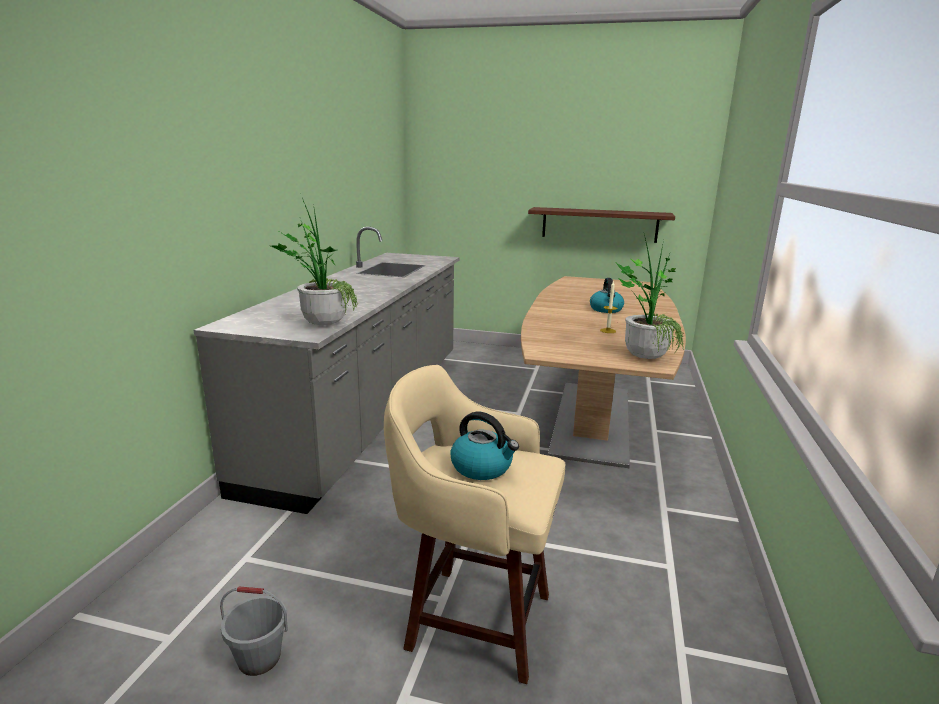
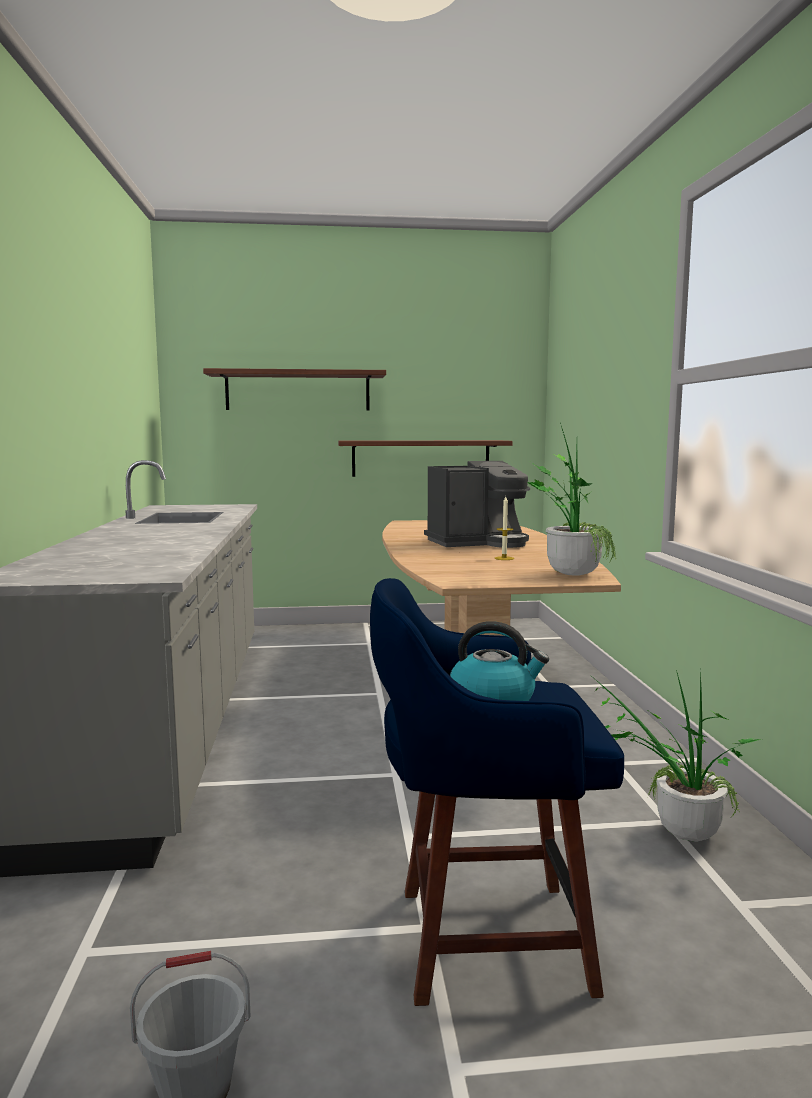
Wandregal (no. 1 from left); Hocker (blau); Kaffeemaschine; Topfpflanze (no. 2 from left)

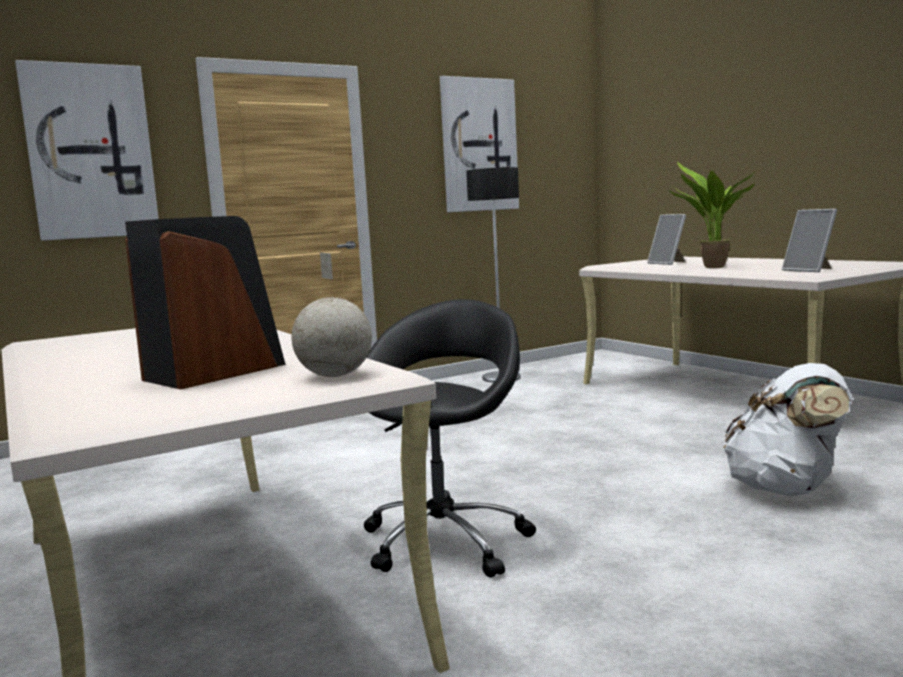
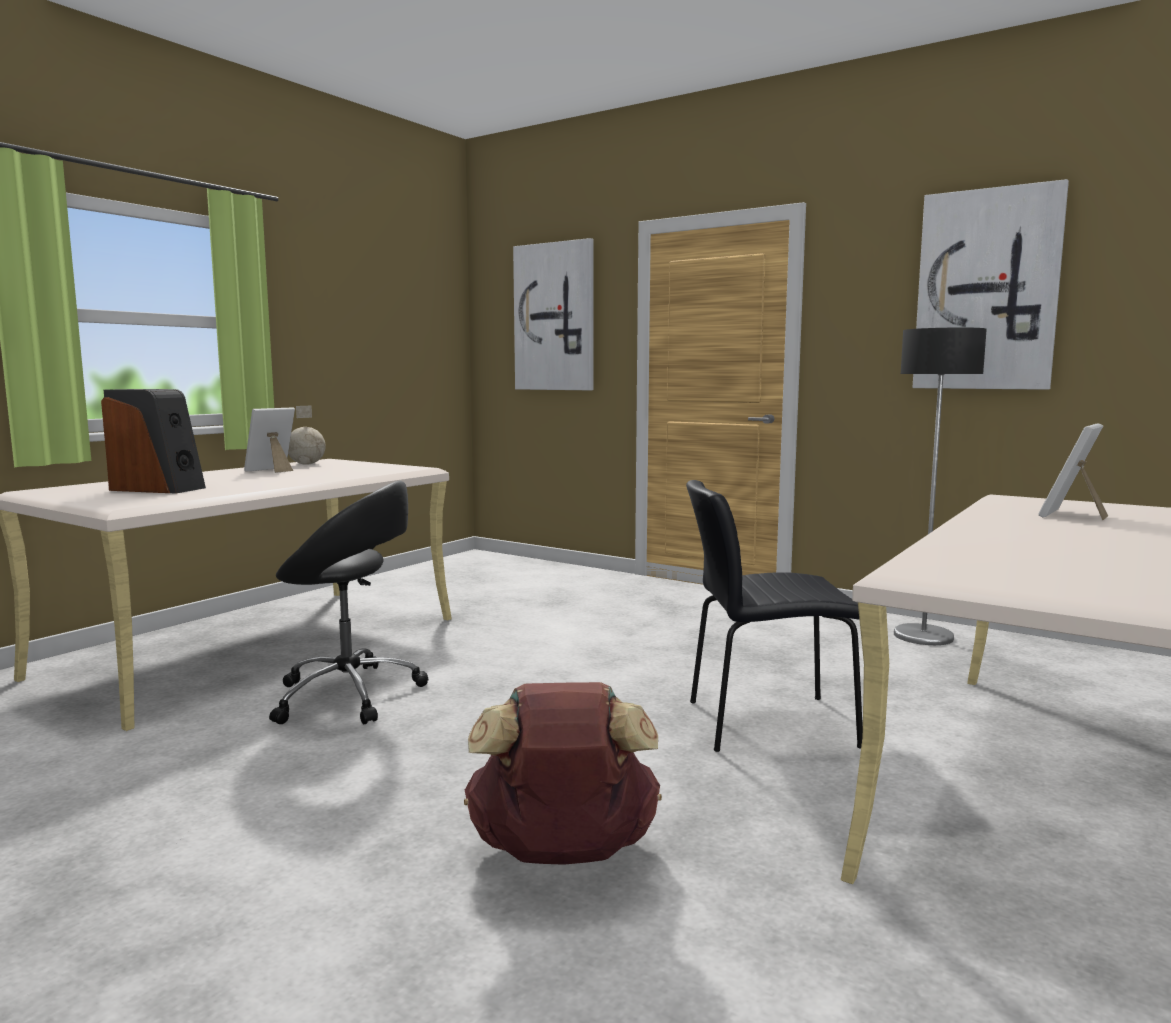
Bilderrahmen (no. 1 from left); Globus; Rucksack (braun); Stuhl (schwarz); Topfpflanze

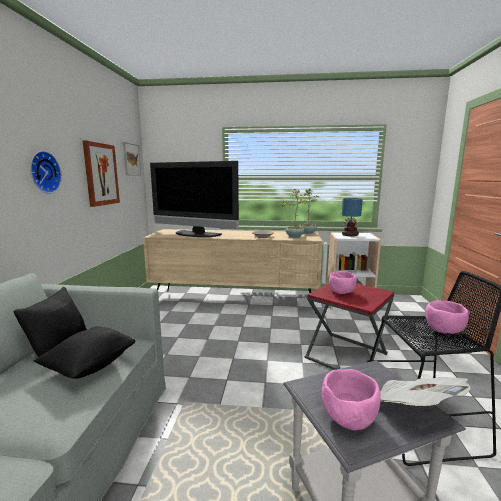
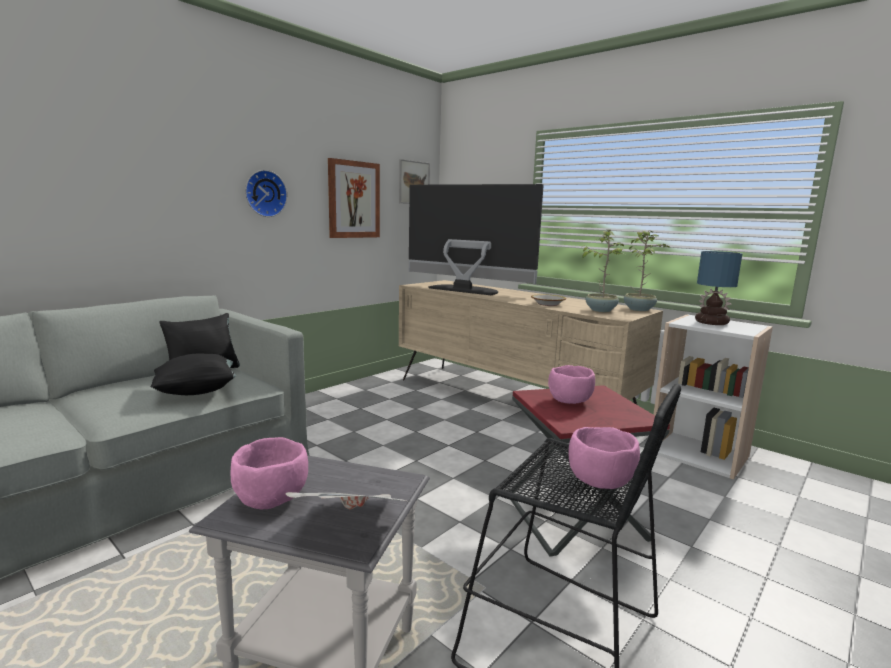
Fernseher

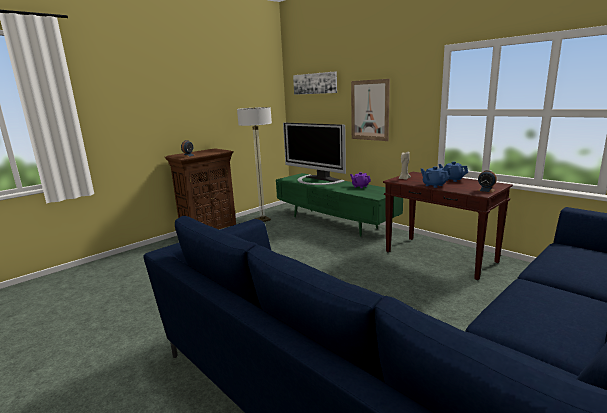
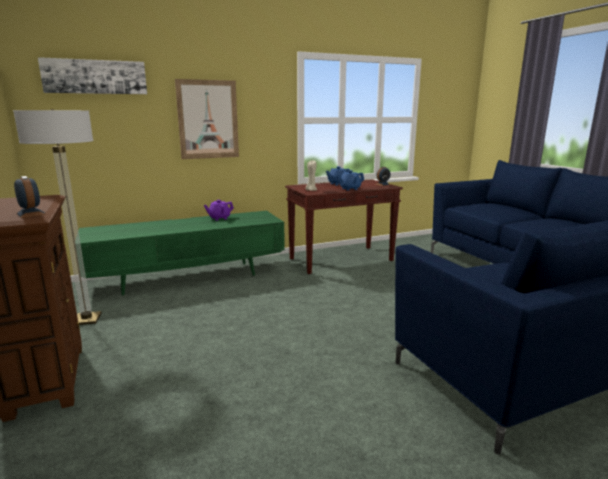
Fernseher

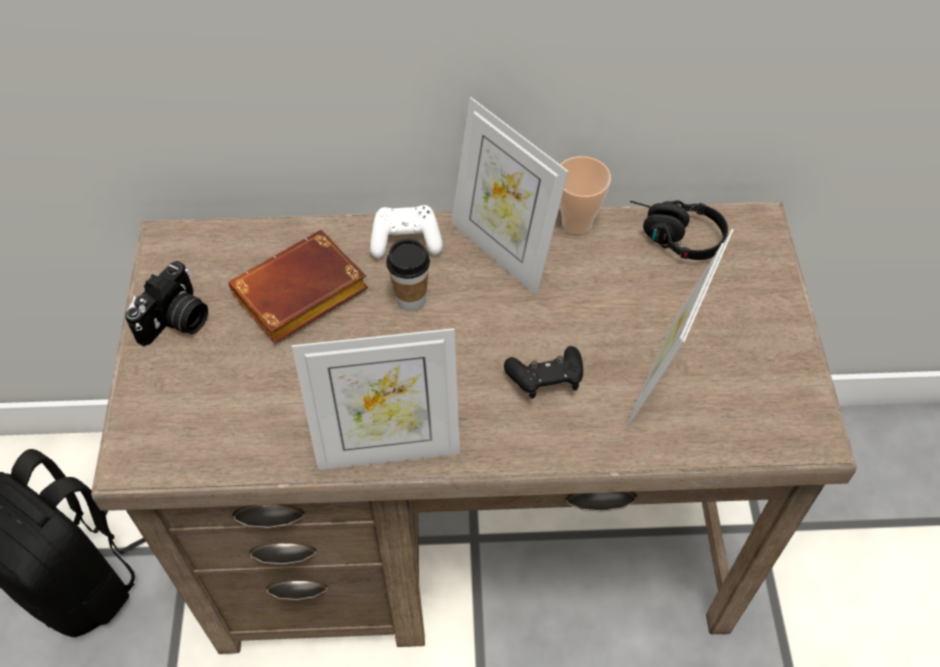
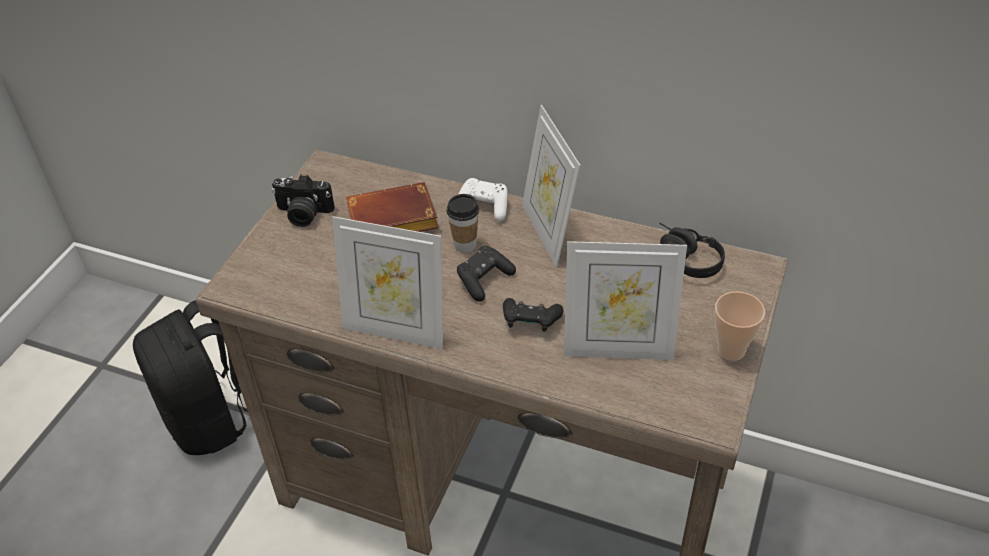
Kamera; Gamepad (schwarz) (no. 1 from left); Bilderrahmen (no. 3 from left); Tasse (no. 2 from left)

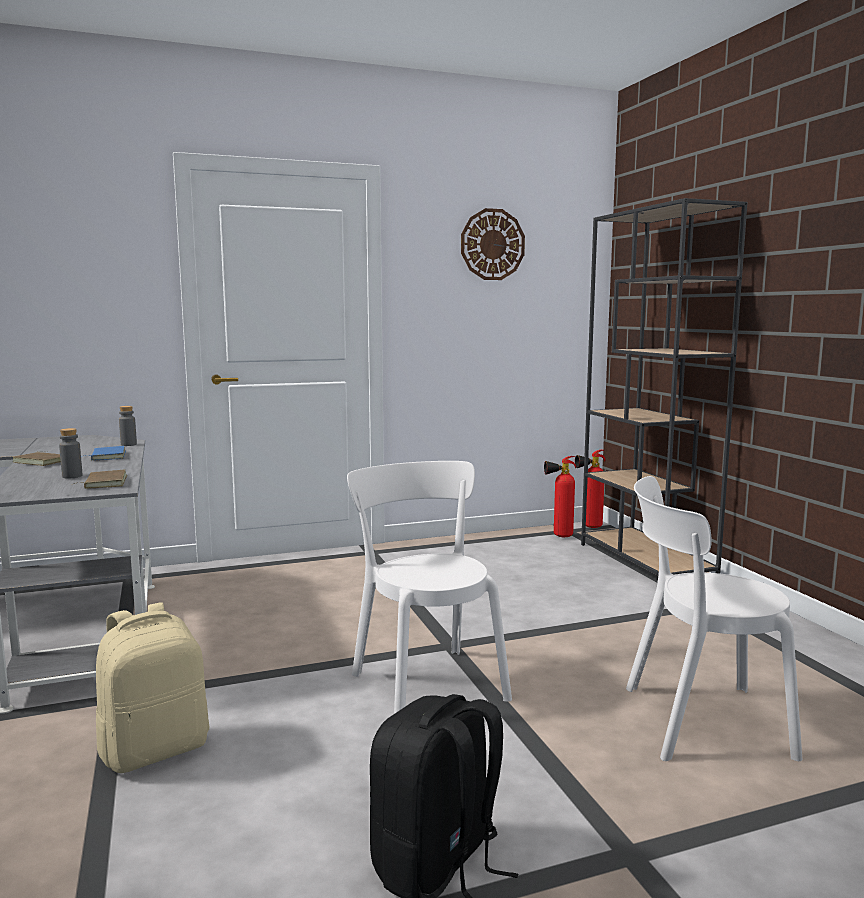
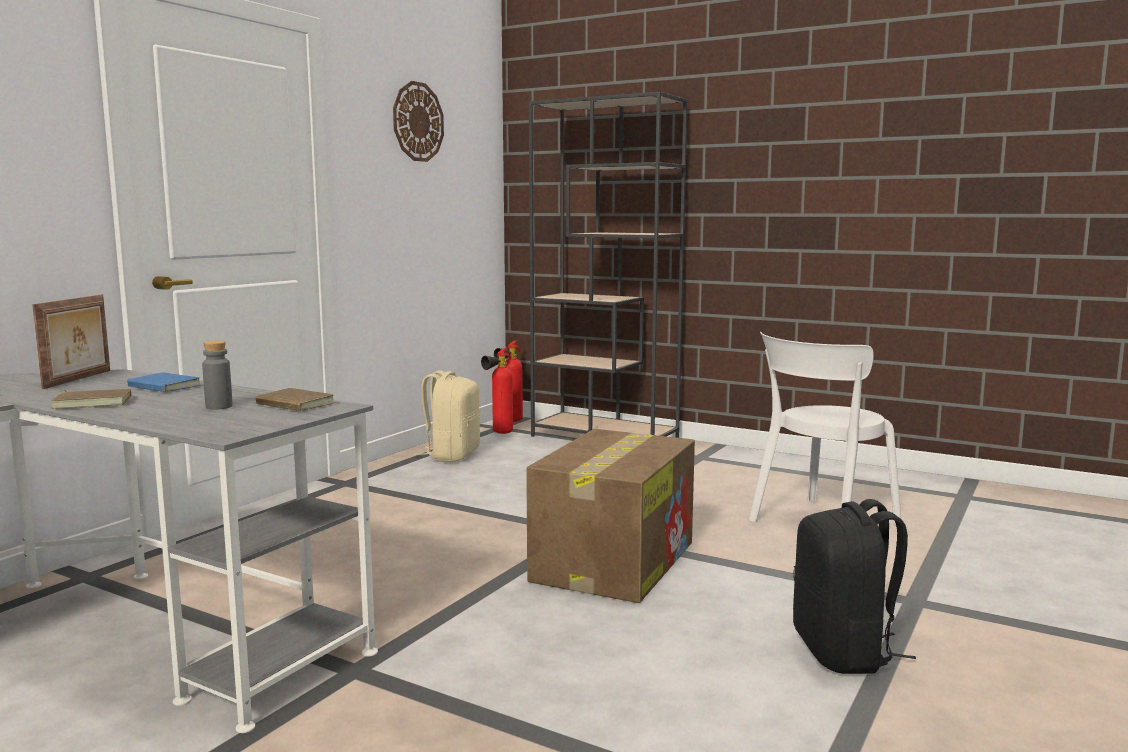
Bilderrahmen; Rucksack (beige); Karton; Flasche (grau) (no. 2 from left in the first image)

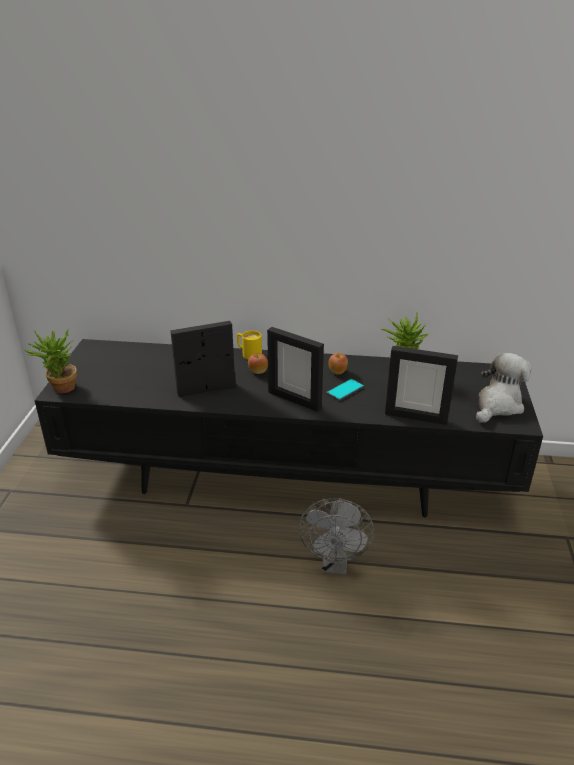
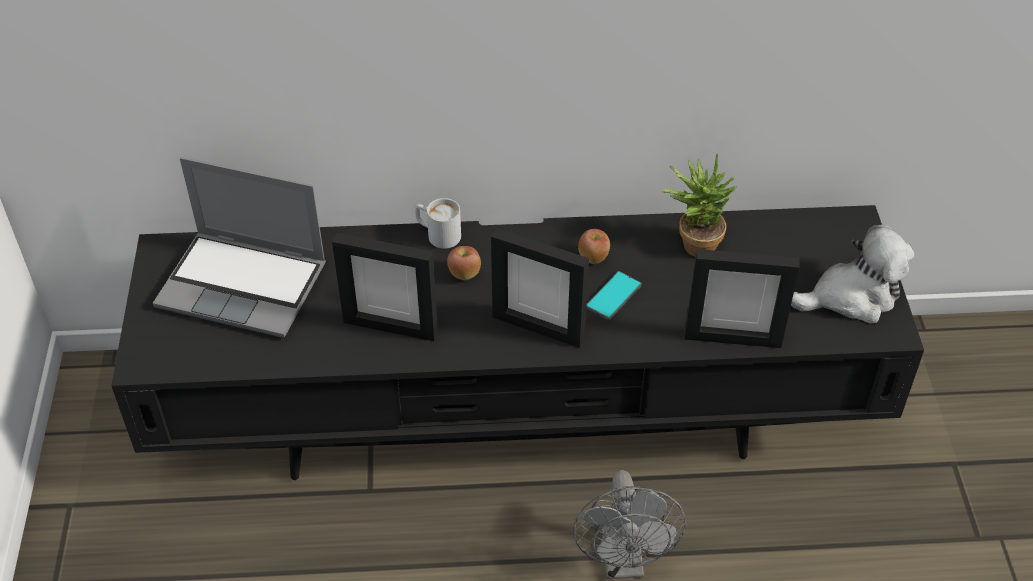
Laptop; Bilderrahmen (no. 1 from left); Henkelbecher (weiß); Plüschtier; Topfpflanze (no. 1 from left in the first image)

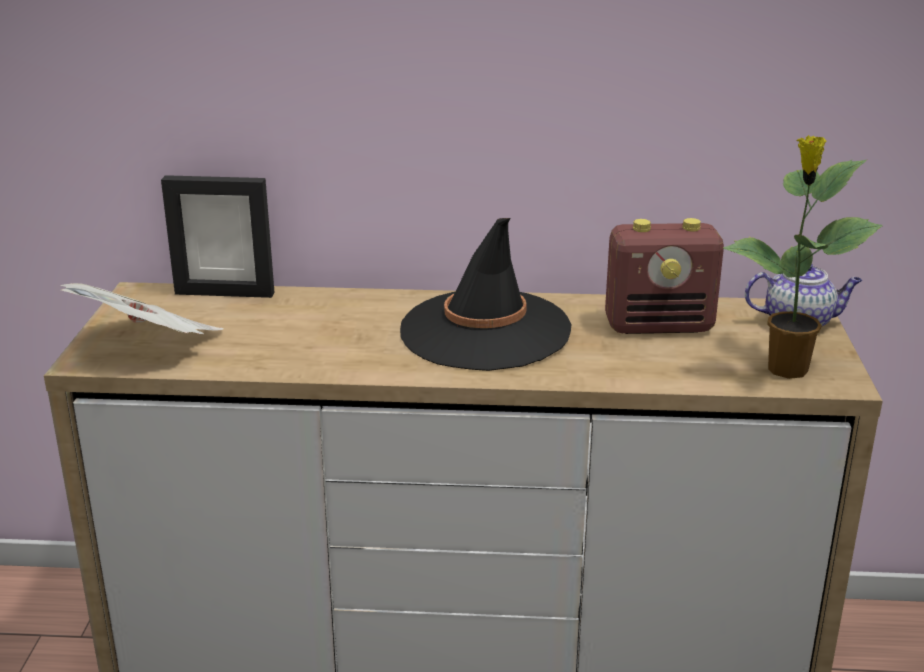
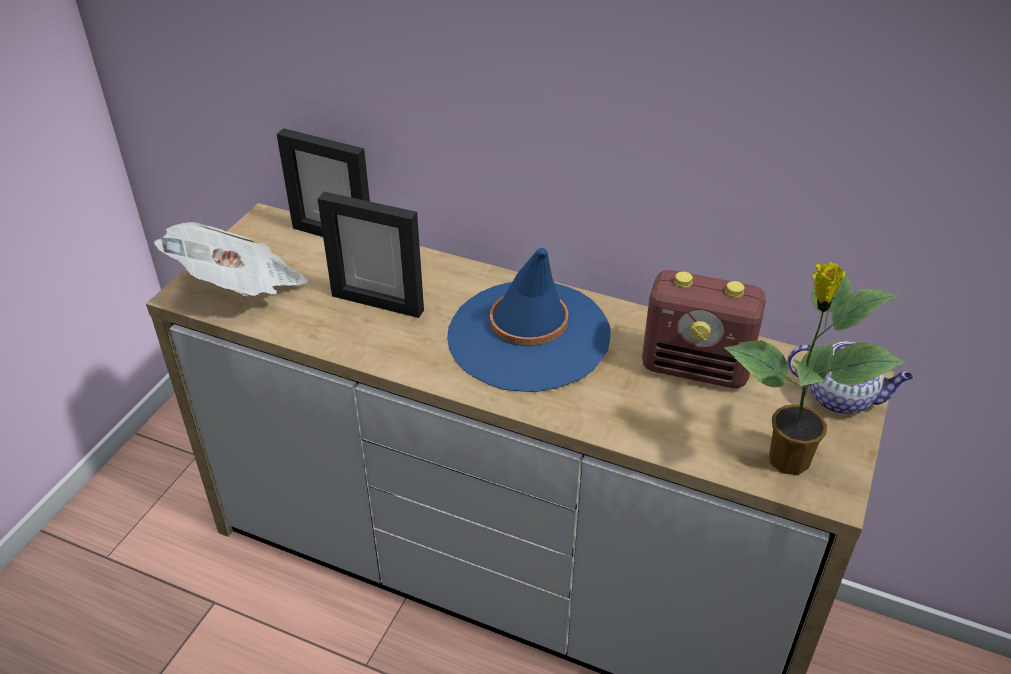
Bilderrahmen (no. 2 from left); Hut (blau)

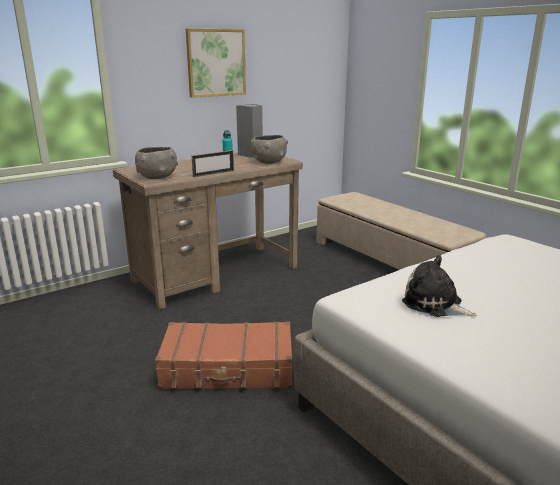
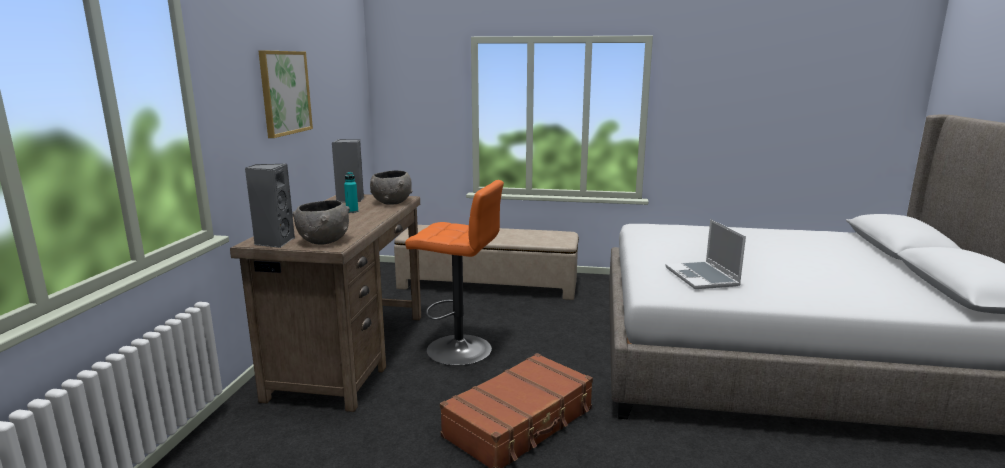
Lautsprecher (grau) (no. 1 from left); Hocker (orange); Laptop; Bilderrahmen

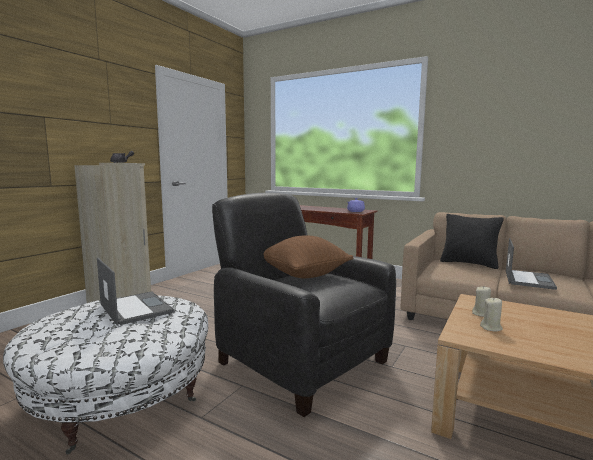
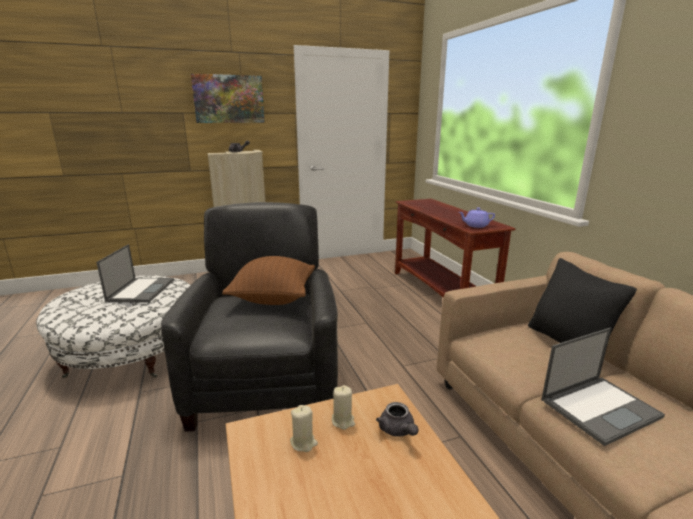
Bild; Teekanne (grau) (no. 2 from left)

